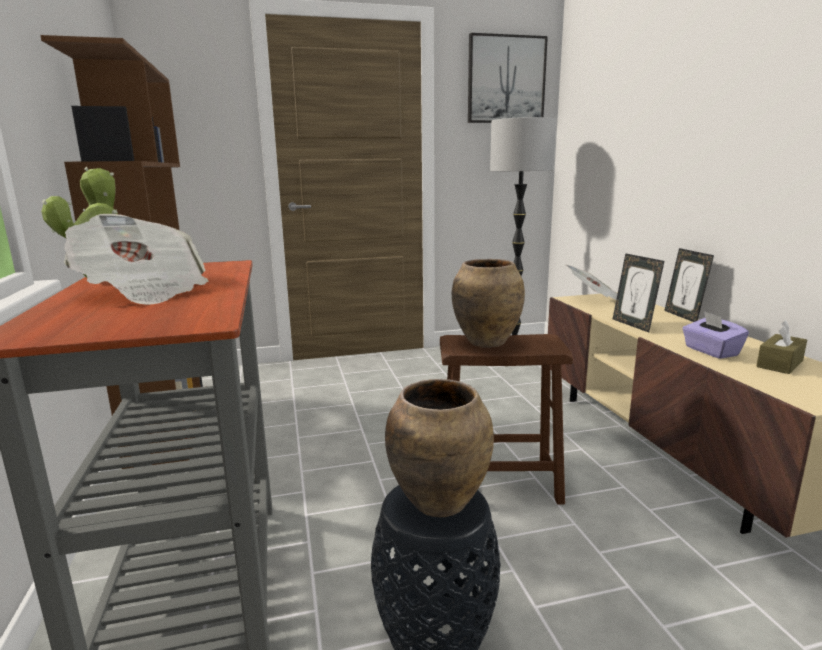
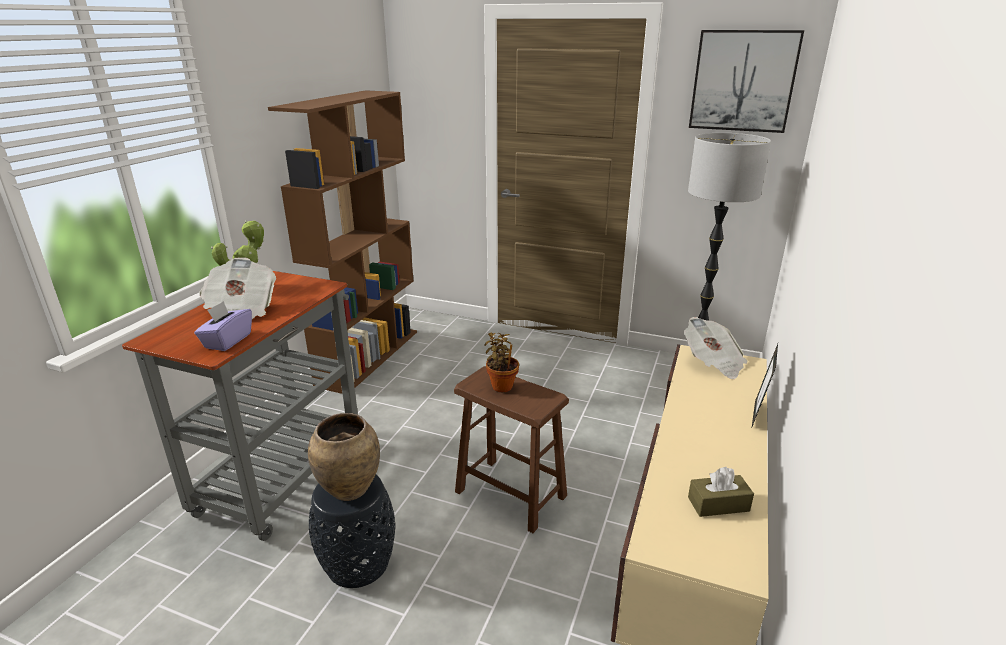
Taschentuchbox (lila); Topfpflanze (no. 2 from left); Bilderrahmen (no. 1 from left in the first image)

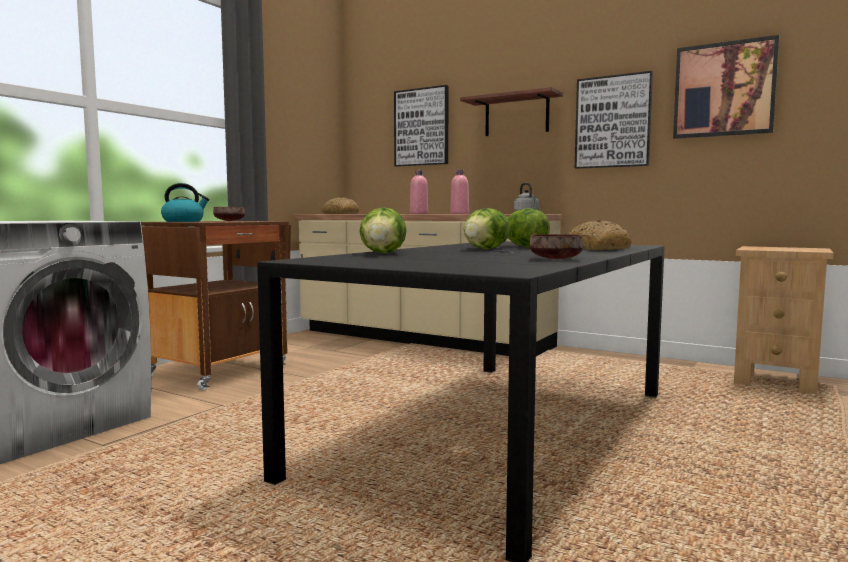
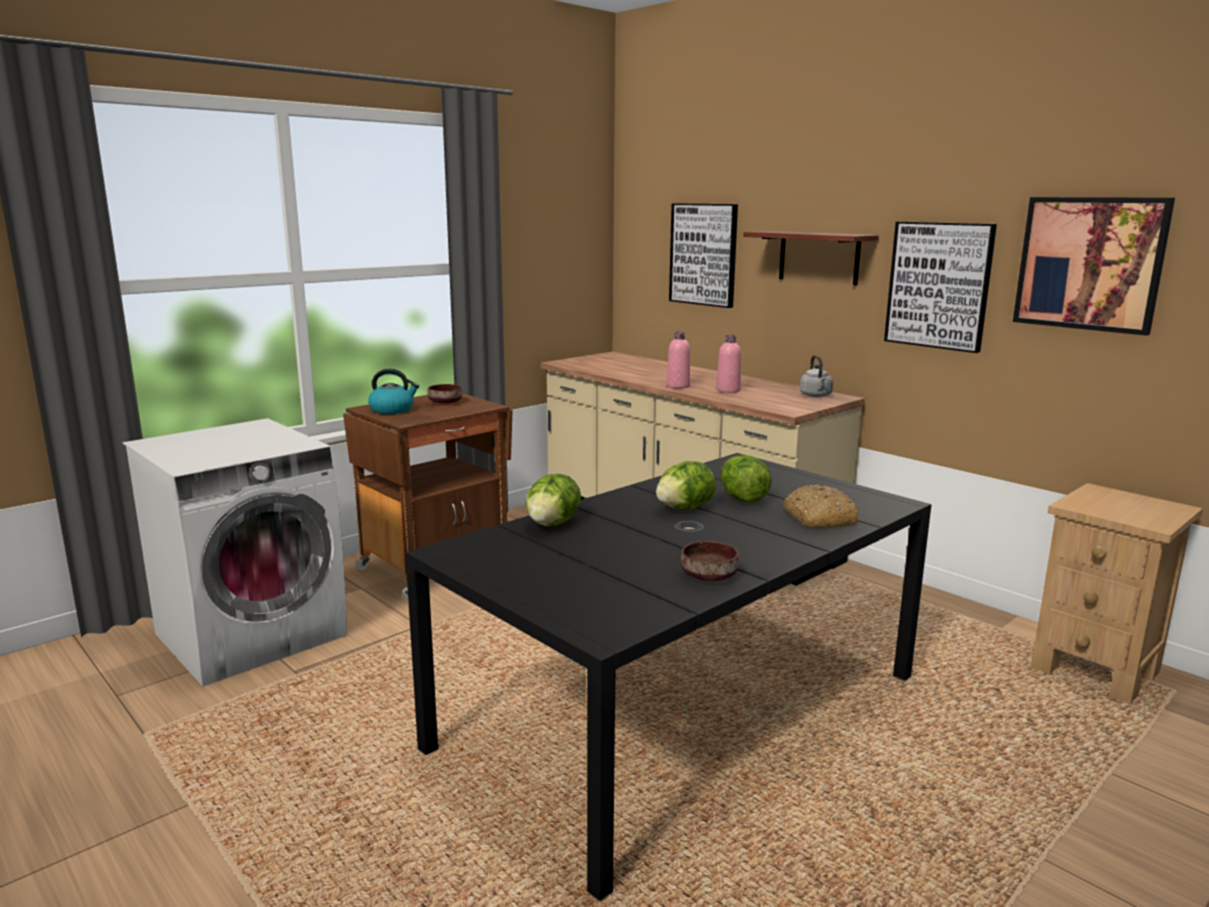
Brot (no. 1 from left in the first image)

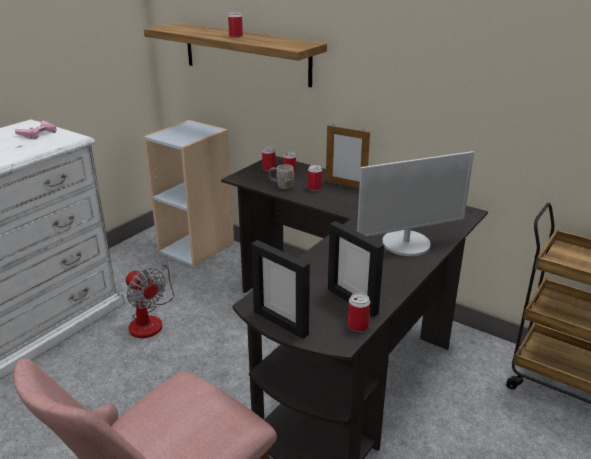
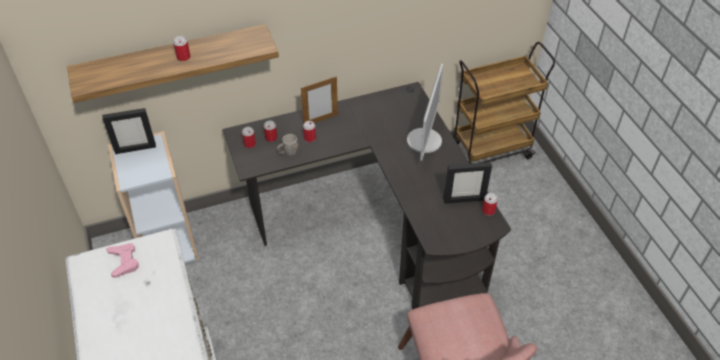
Bilderrahmen (no. 1 from left); Ventilator

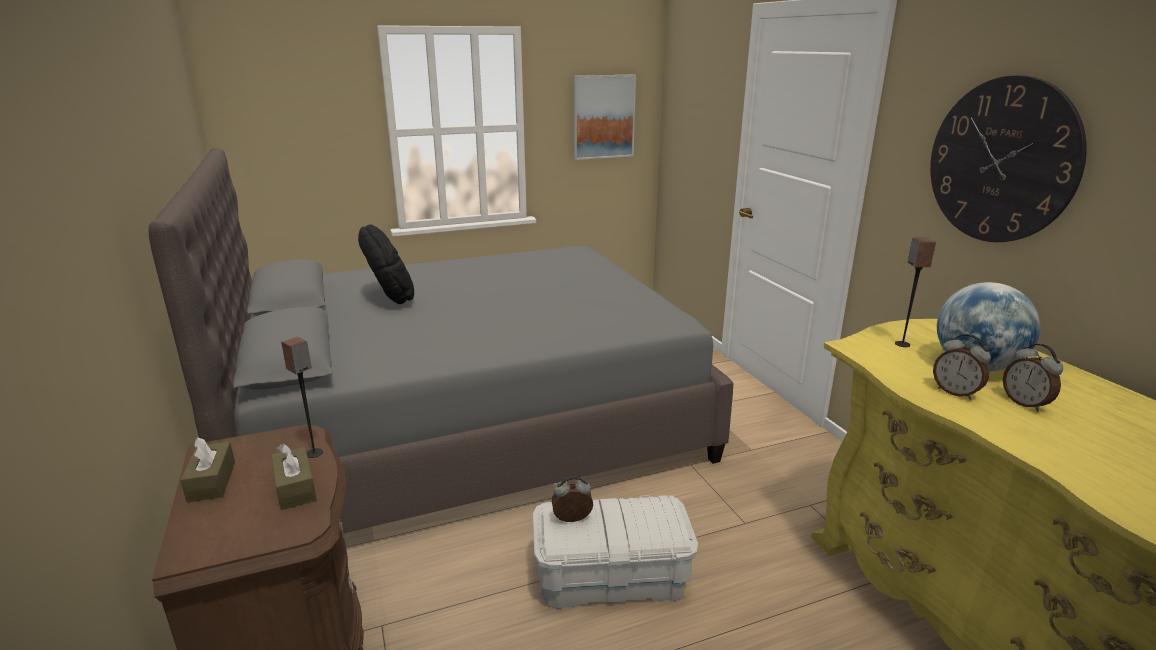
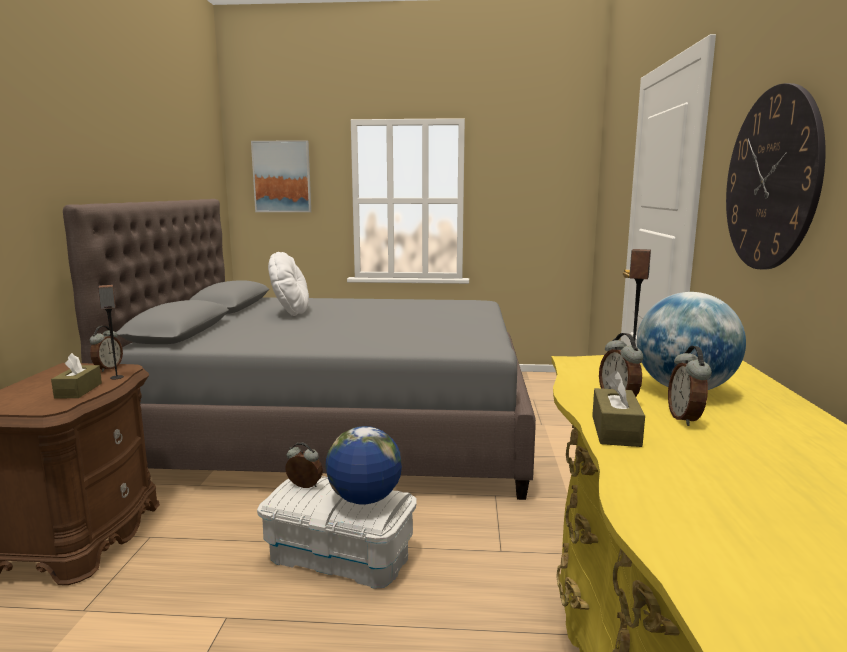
Wecker (no. 1 from left); Bild; Kissen (weiß); Globus (no. 1 from left); Taschentuchbox (braun) (no. 2 from left)

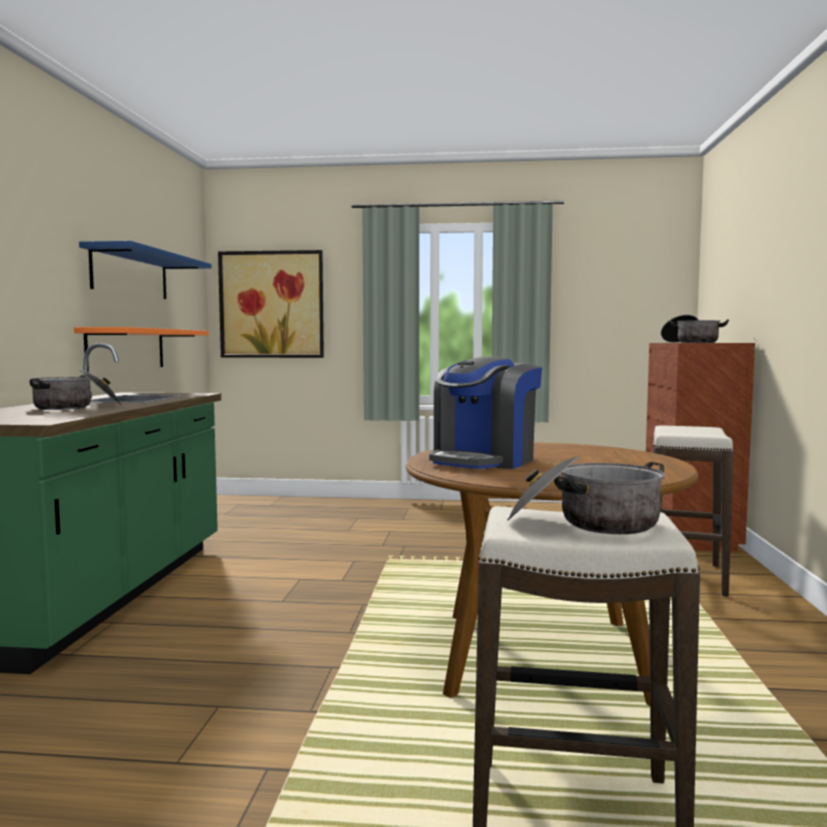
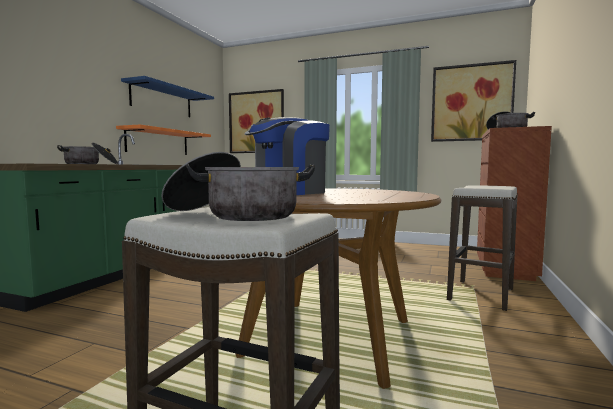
Bild (no. 2 from left)

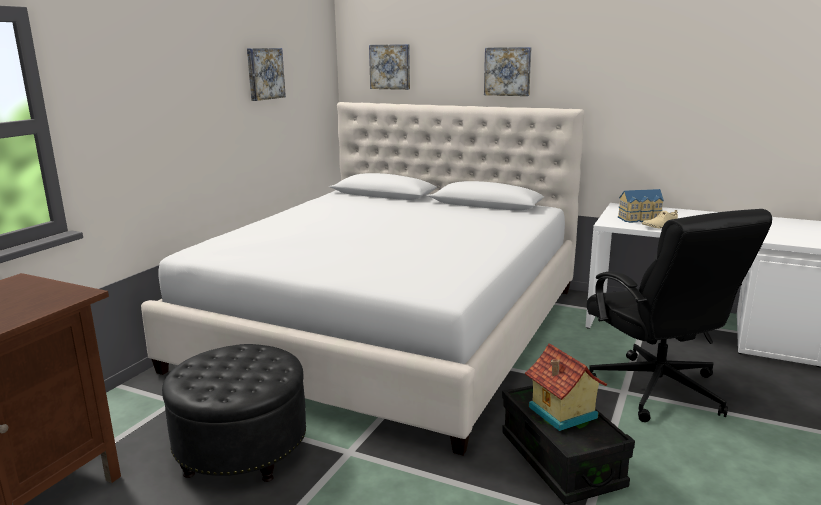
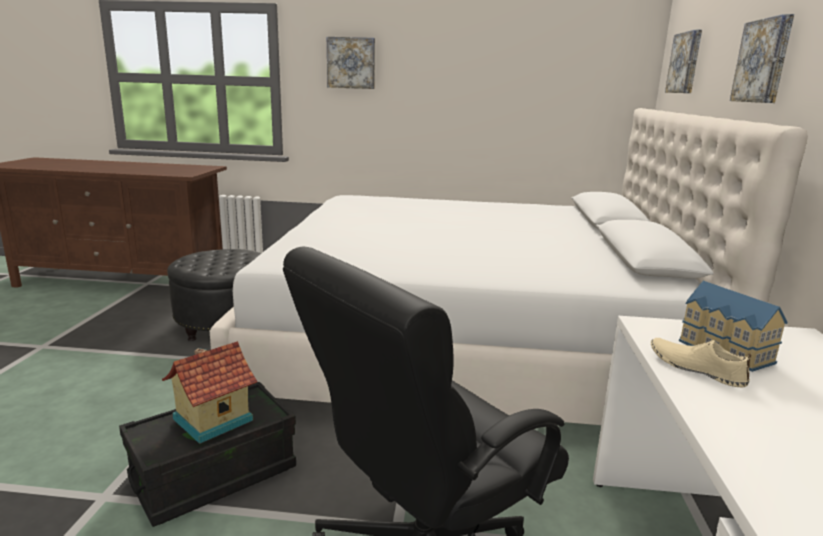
Bild (no. 1 from left)

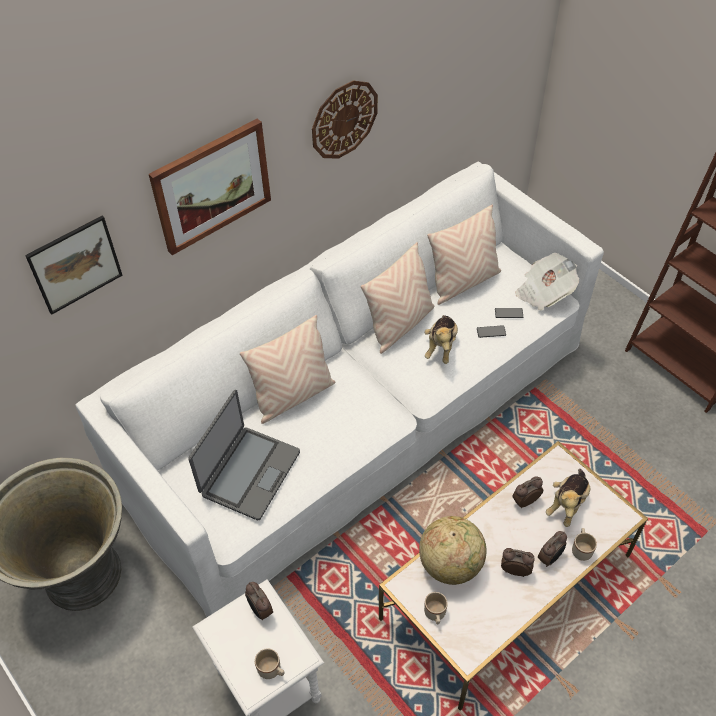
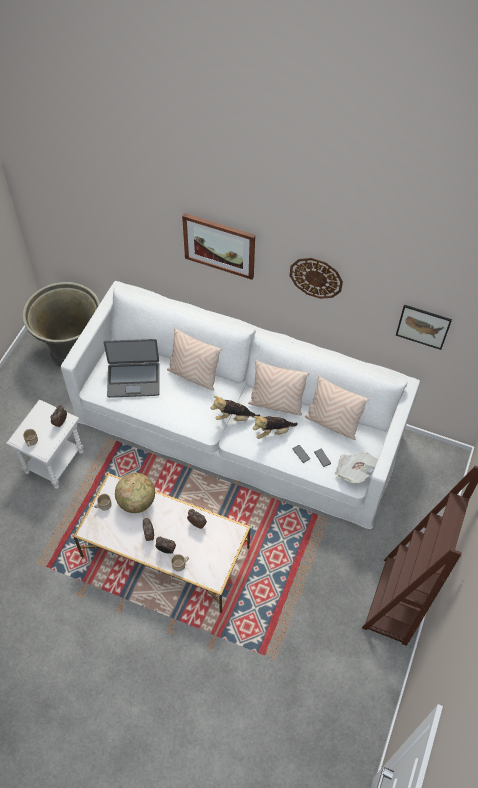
Plüschtier (no. 1 from left); Bild (no. 2 from left)

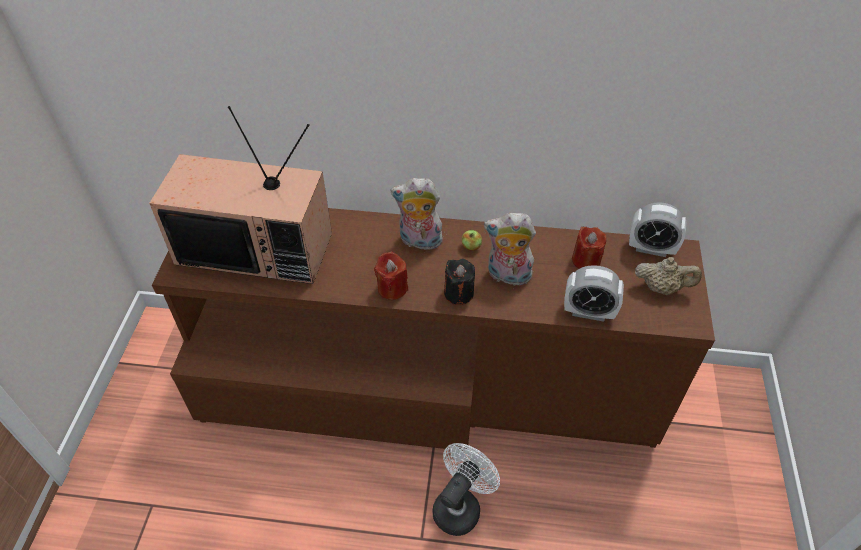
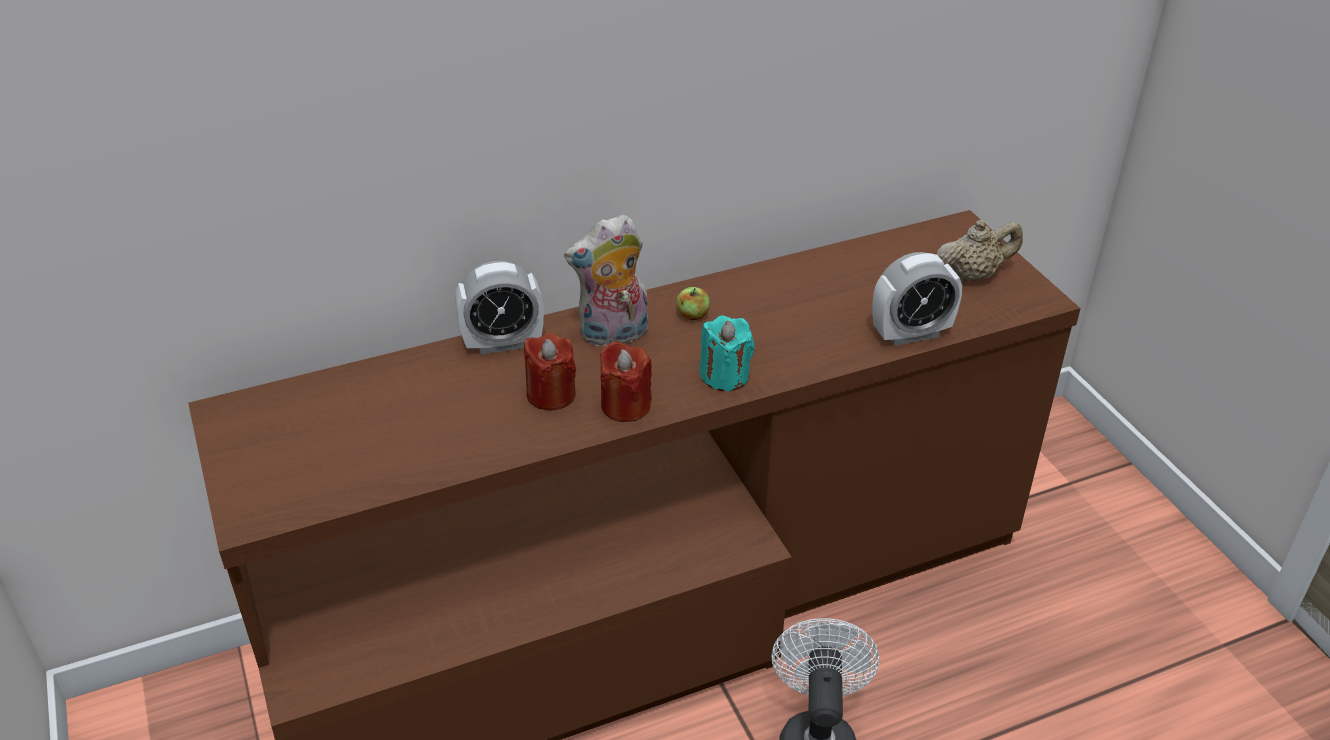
Wecker (no. 1 from left); Kerze (rot) (no. 1 from left); Kerze (türkis); Fernseher; Plüschtier (no. 2 from left in the first image)

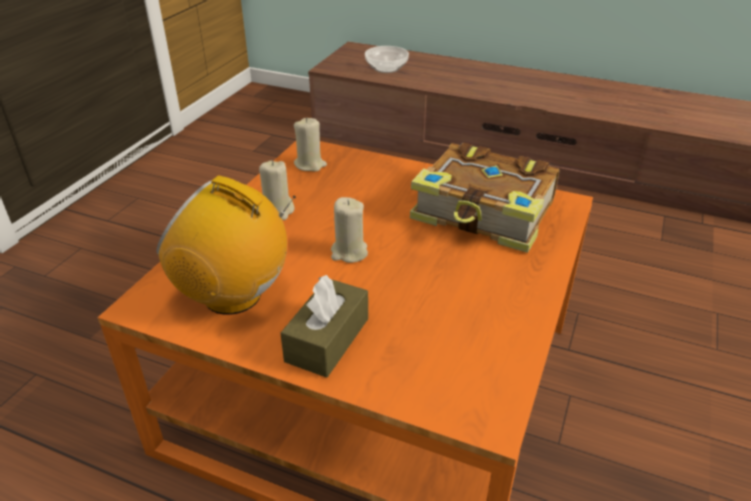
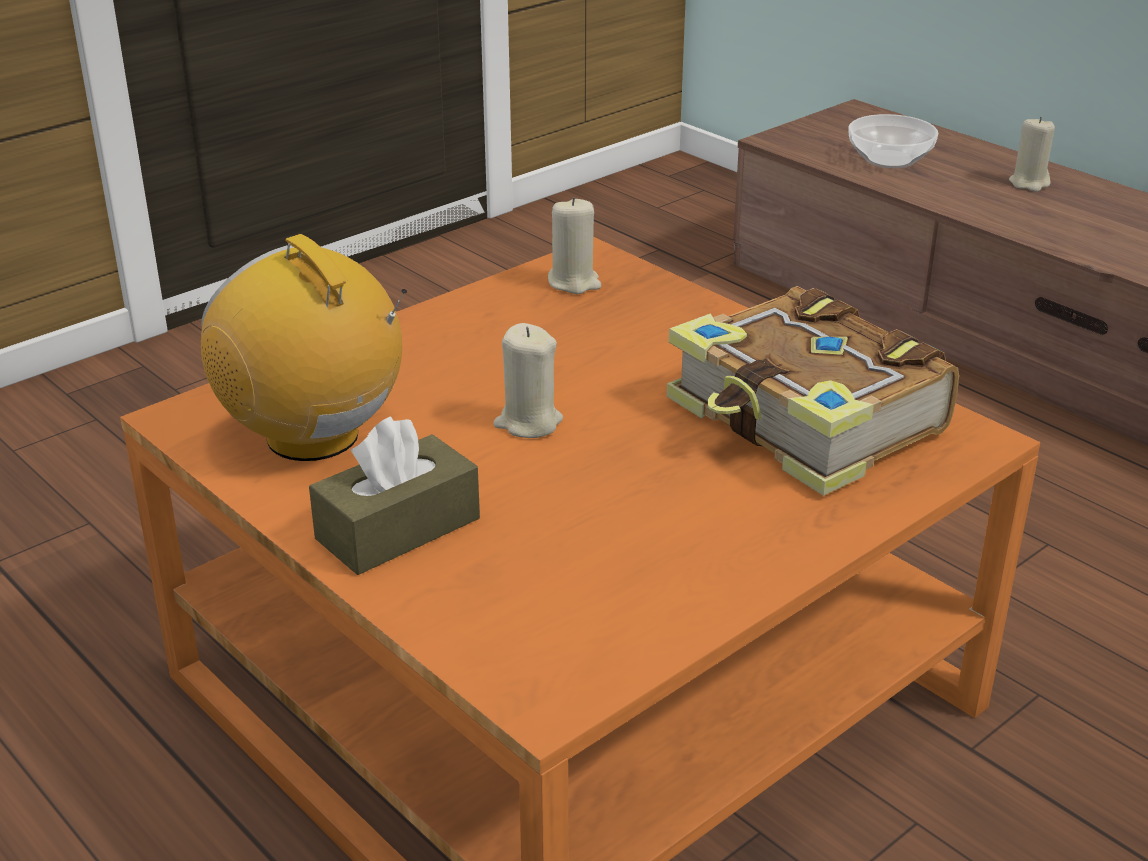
Kerze (beige) (no. 3 from left)

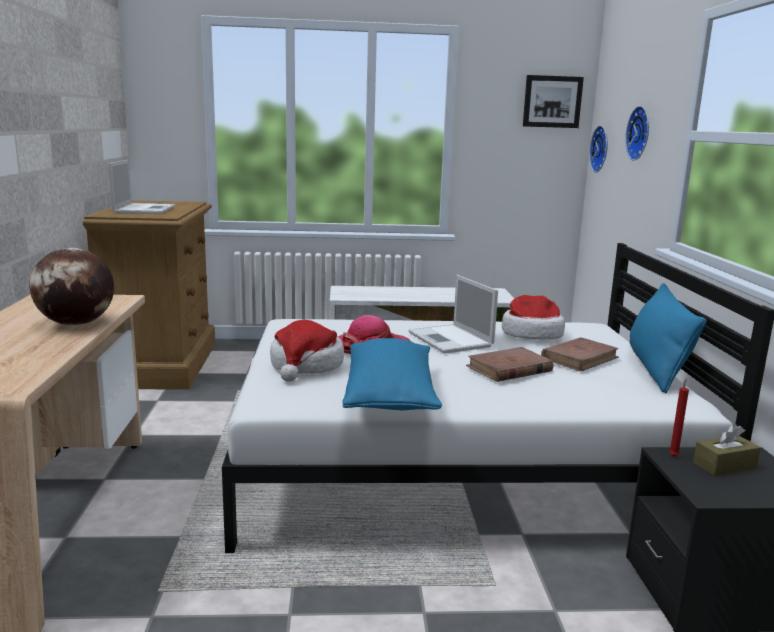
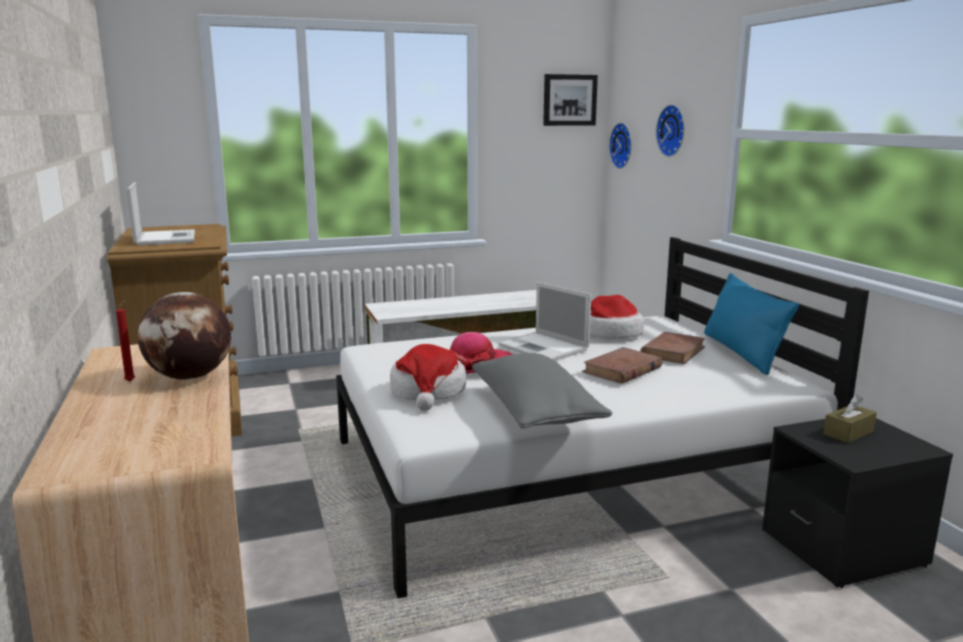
Kerze (rot); Kissen (grau)

